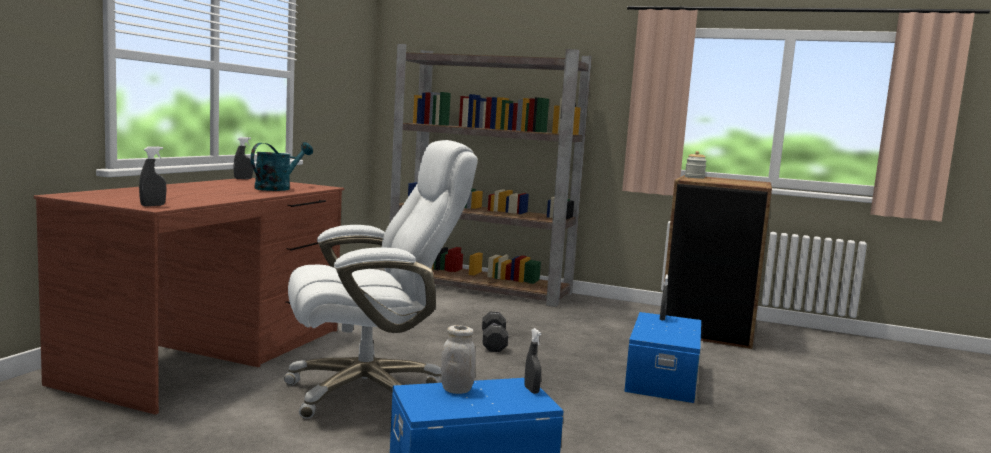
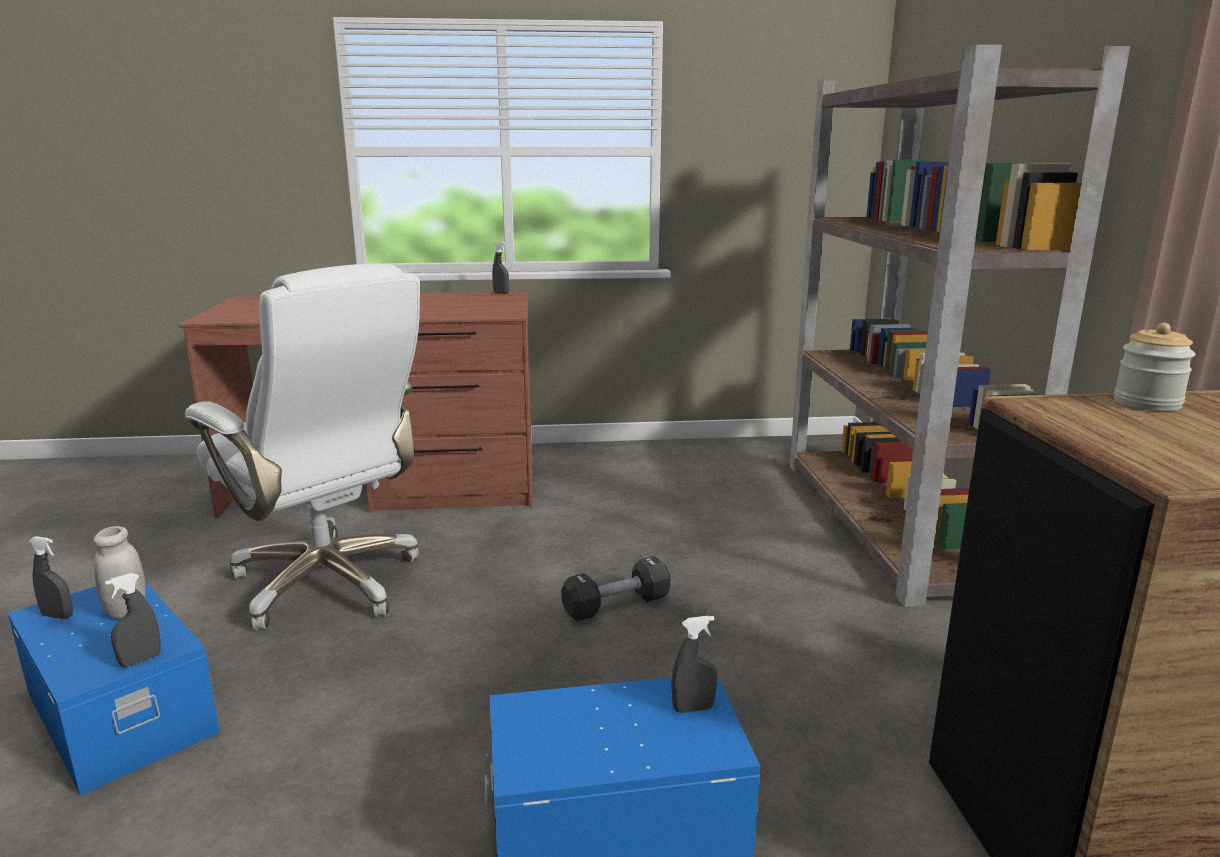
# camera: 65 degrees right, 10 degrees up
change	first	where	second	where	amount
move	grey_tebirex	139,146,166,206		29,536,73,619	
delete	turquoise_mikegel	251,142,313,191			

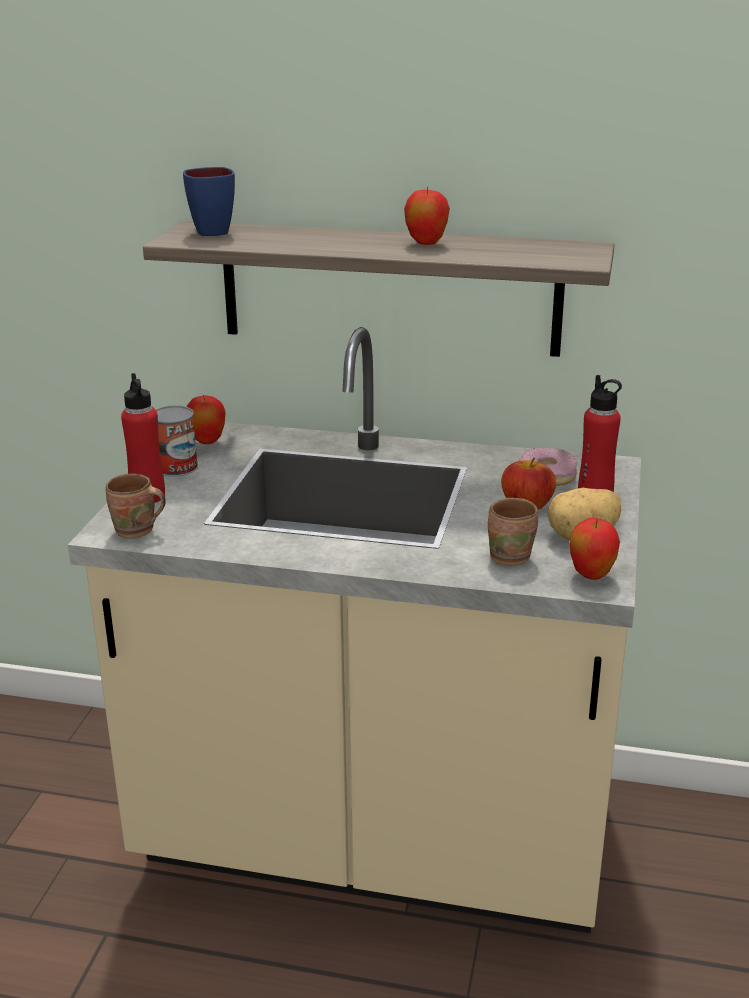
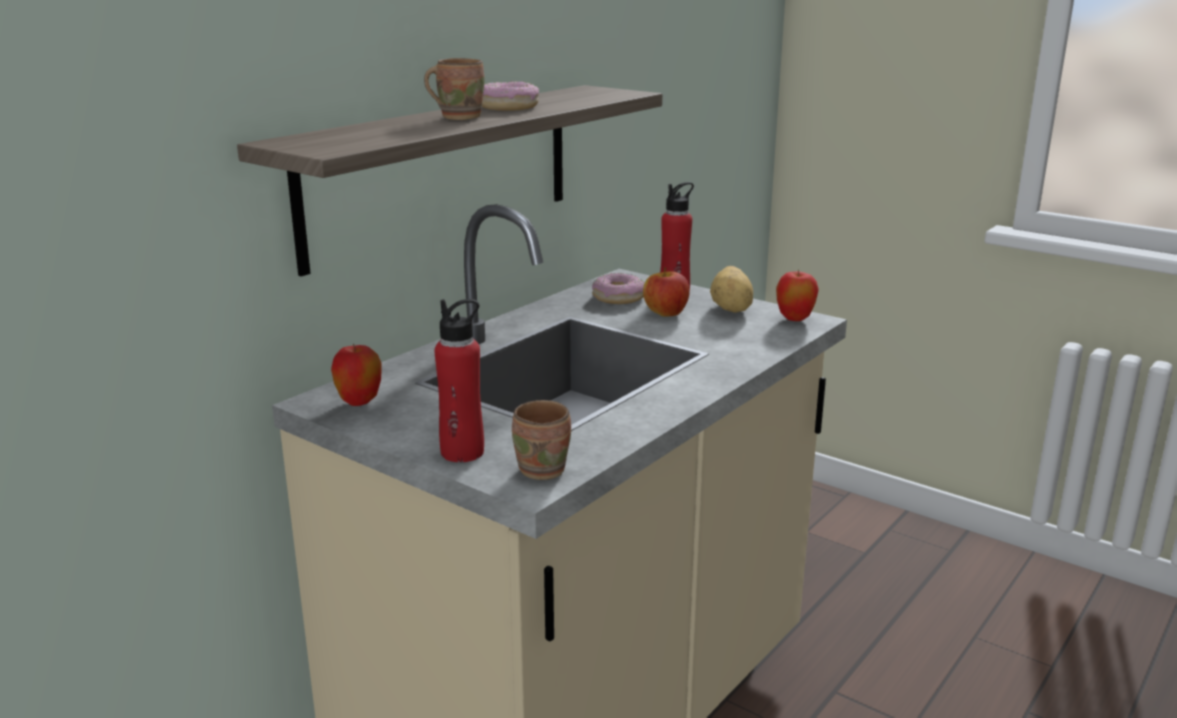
# camera: 65 degrees left, 5 degrees down
change	first	where	second	where	amount
delete	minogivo	156,405,198,477			
delete	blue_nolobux	183,167,235,236			
replace	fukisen	404,187,450,245	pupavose	482,81,539,111	
move	brown_nolobux	488,498,538,566		424,58,485,120	

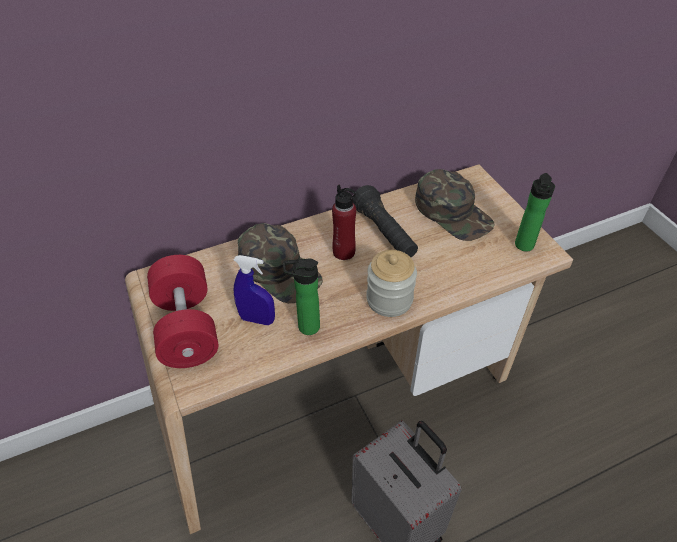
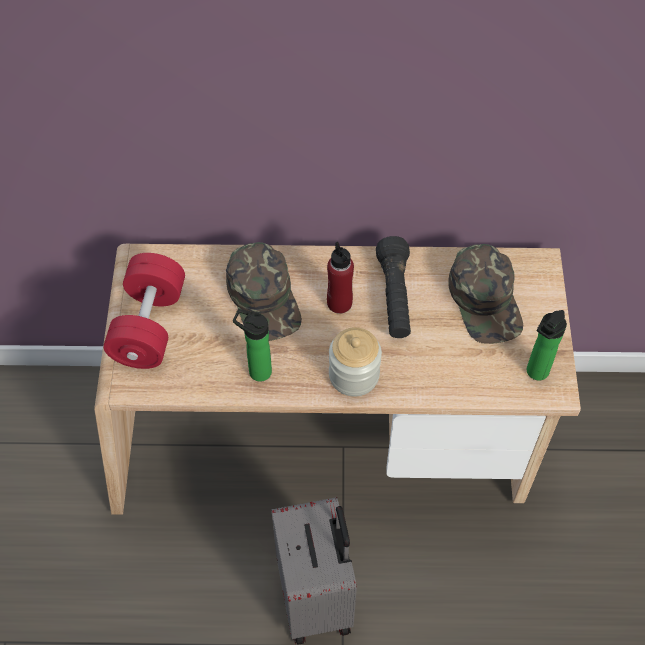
# camera: 25 degrees right, 10 degrees up
change	first	where	second	where	amount
delete	blue_tebirex	234,255,275,325			

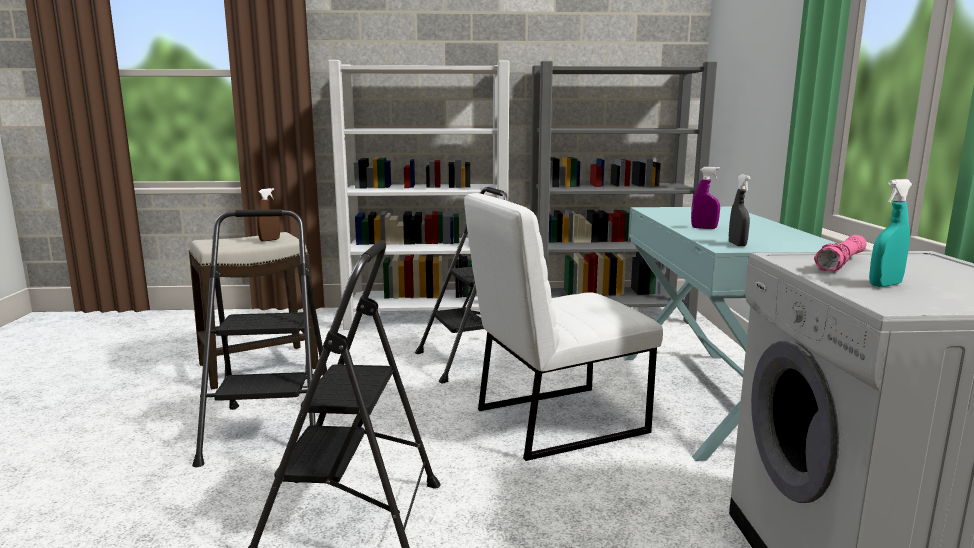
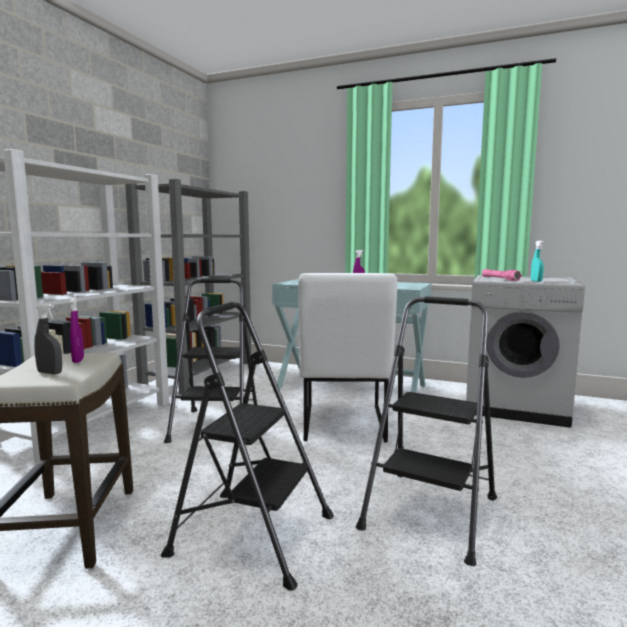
# camera: 65 degrees left, 5 degrees down
change	first	where	second	where	amount
recolor	brown_tebirex	257,188,280,242	purple_tebirex	70,296,84,363	
move	grey_tebirex	729,175,751,246		34,304,62,374	

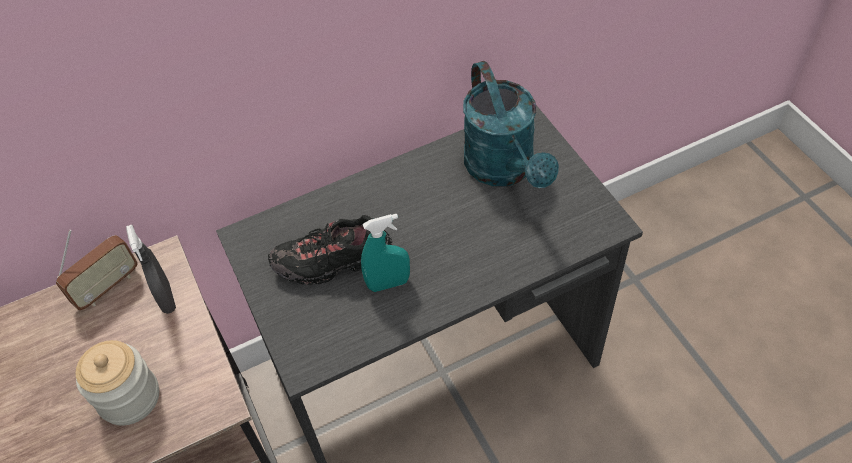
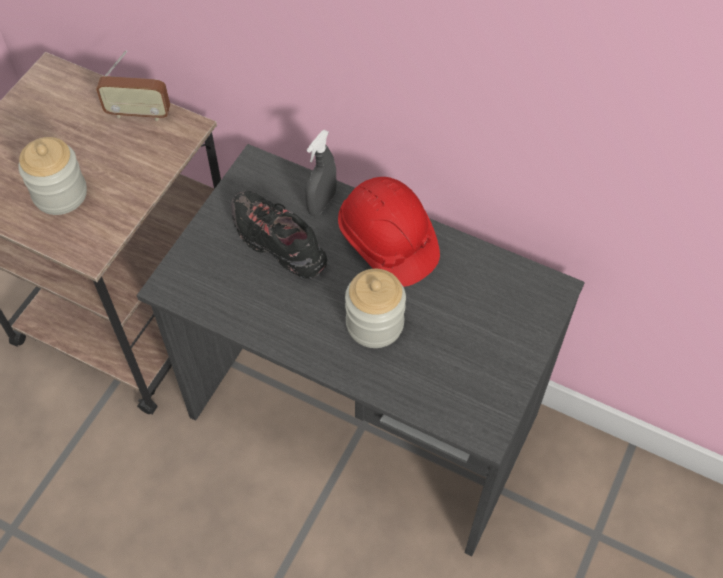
# camera: 50 degrees right, 5 degrees up
change	first	where	second	where	amount
move	grey_tebirex	126,225,176,314		305,130,337,216	
delete	turquoise_tebirex	361,214,410,292			
delete	turquoise_mikegel	463,61,559,188			
insert			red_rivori	338,177,440,287	
insert			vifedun	345,269,406,348	

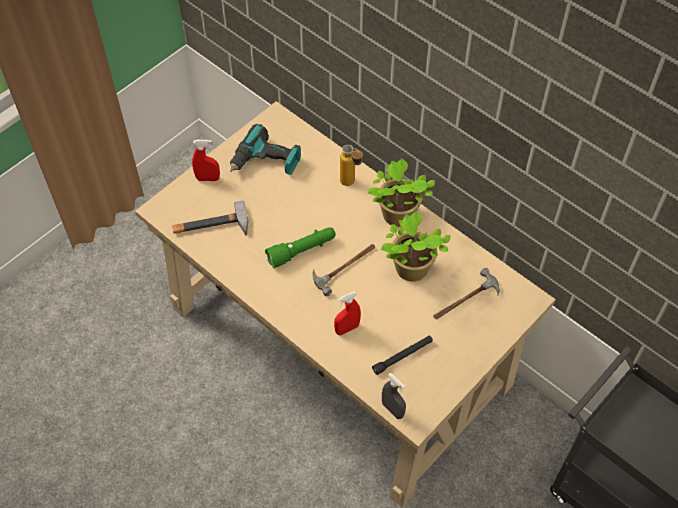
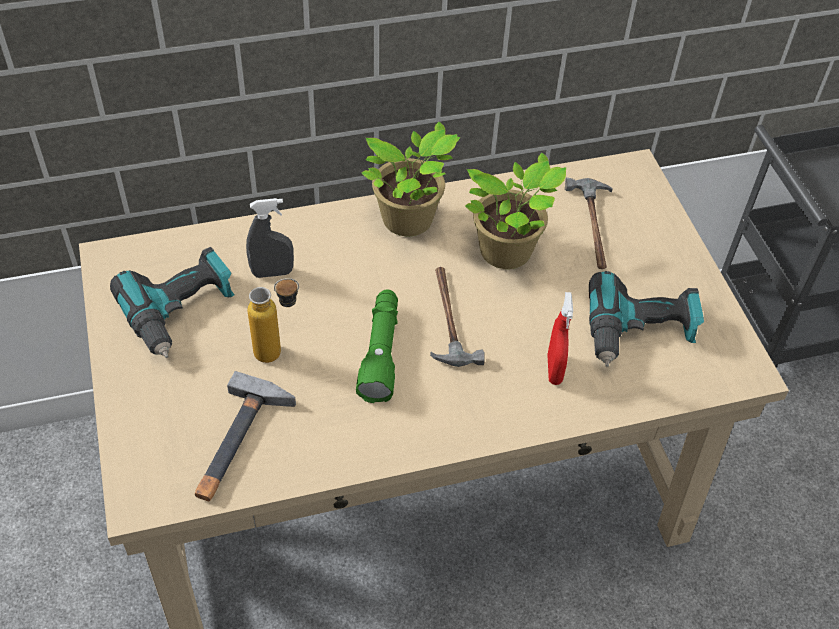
# camera: 60 degrees left, 5 degrees down
change	first	where	second	where	amount
delete	red_tebirex	192,140,220,181			
move	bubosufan	340,145,363,186		247,278,299,363	
replace	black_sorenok	372,336,433,375	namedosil	589,271,704,367	
move	grey_tebirex	382,373,406,419		246,198,294,278	

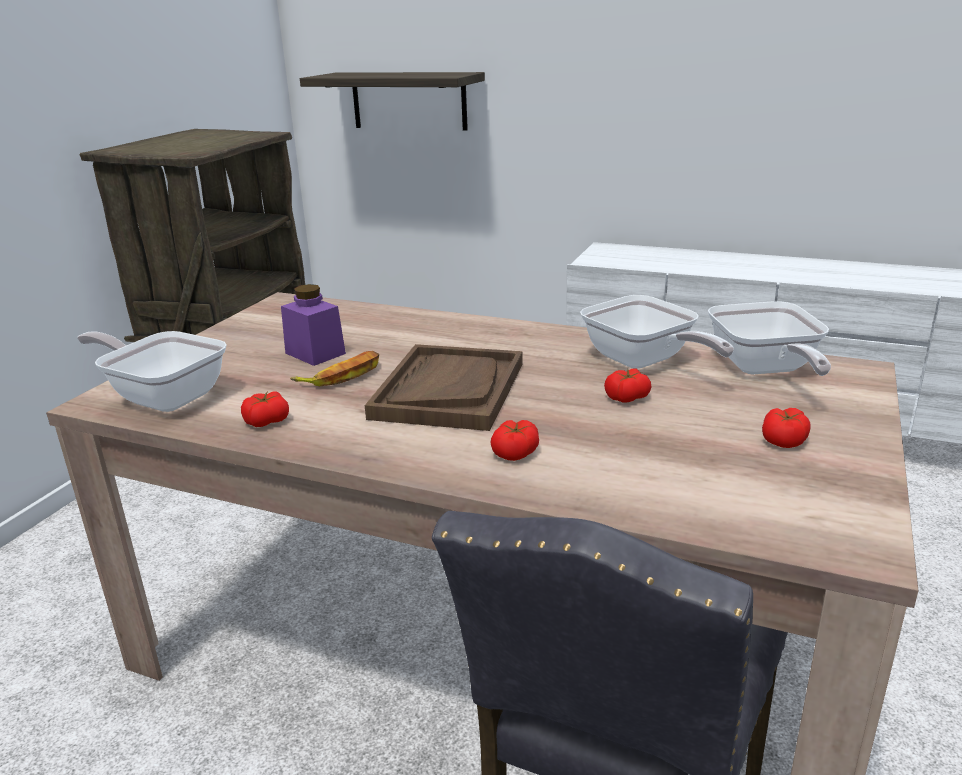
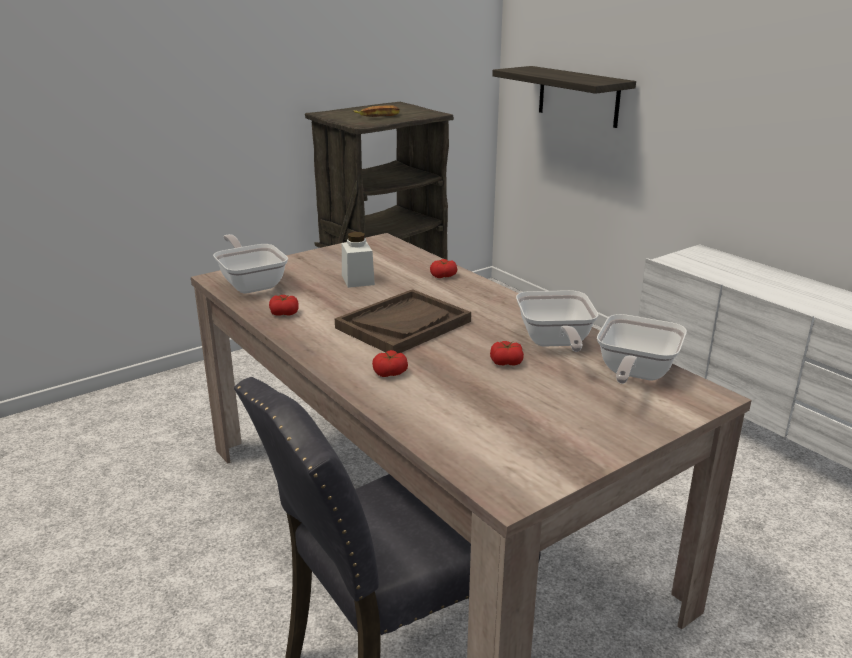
# camera: 30 degrees right, 0 degrees up
change	first	where	second	where	amount
recolor	purple_vifedun	281,284,346,366	white_vifedun	342,232,375,288	
move	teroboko	290,351,379,386		353,106,400,117	
move	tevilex	762,408,811,448		430,259,457,278	

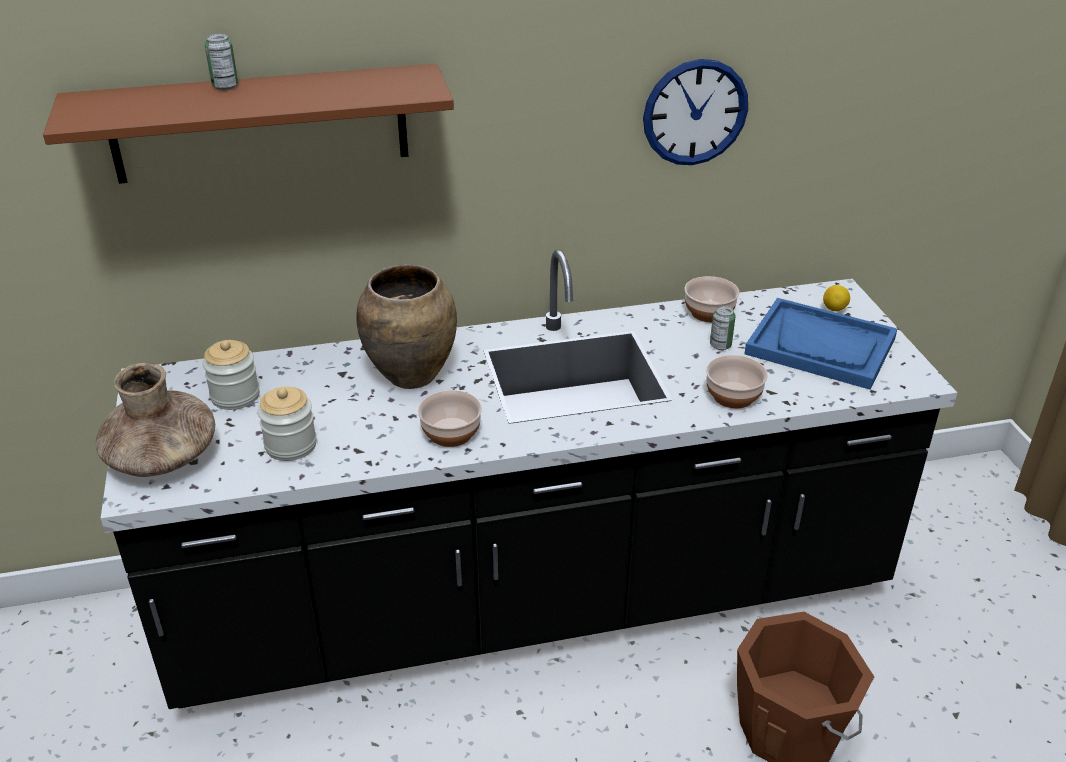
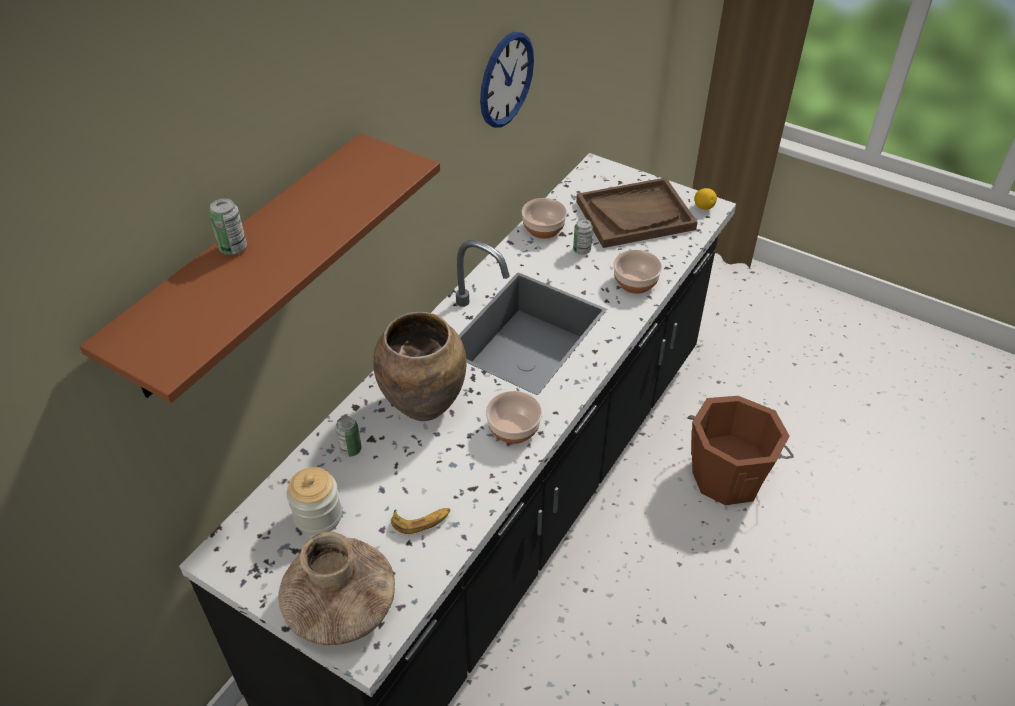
# camera: 45 degrees left, 10 degrees up
change	first	where	second	where	amount
replace	vifedun	258,387,317,461	teroboko	391,508,450,534	
recolor	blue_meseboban	745,298,897,390	brown_meseboban	576,178,698,248	
move	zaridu	823,285,850,311		694,188,717,210	
insert			minogivo	335,416,362,457	

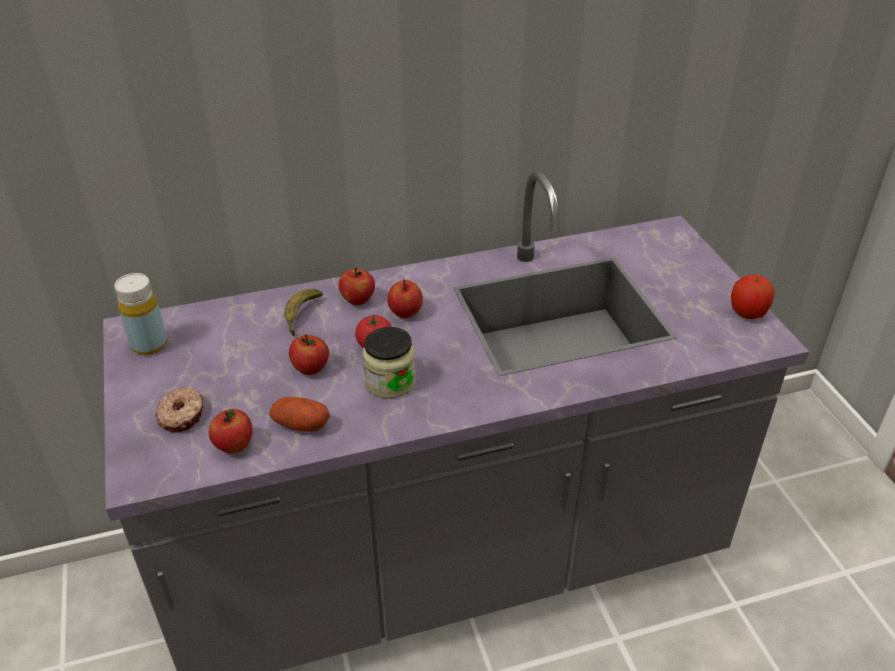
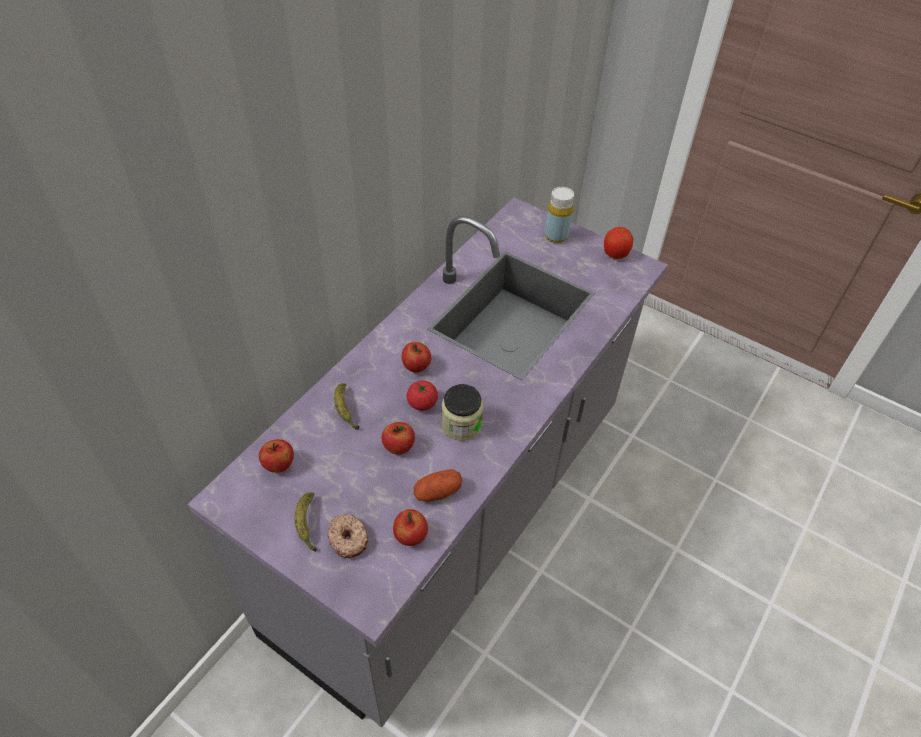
# camera: 40 degrees left, 10 degrees up
change	first	where	second	where	amount
move	yellow_bubosufan	115,273,167,355		545,187,574,243	
move	fukisen	339,267,375,305		259,439,294,473	
insert			teroboko	295,492,317,552	

